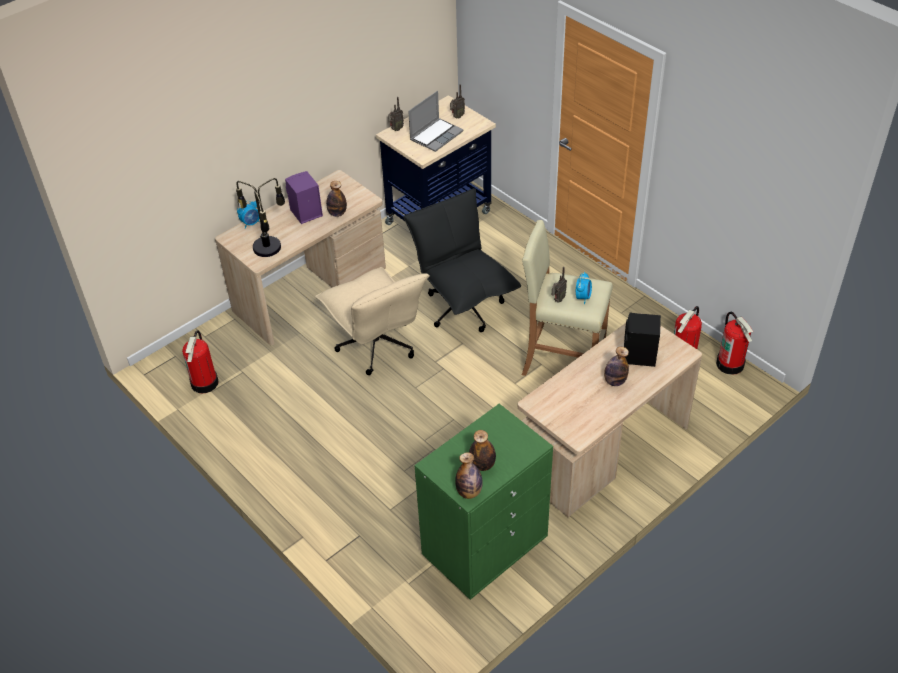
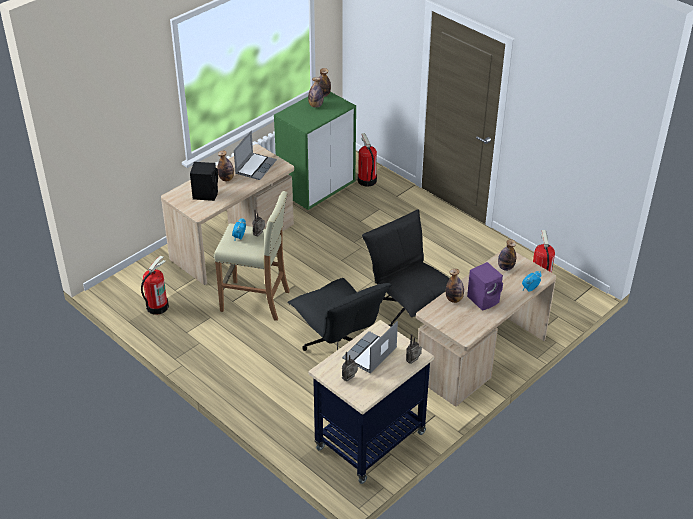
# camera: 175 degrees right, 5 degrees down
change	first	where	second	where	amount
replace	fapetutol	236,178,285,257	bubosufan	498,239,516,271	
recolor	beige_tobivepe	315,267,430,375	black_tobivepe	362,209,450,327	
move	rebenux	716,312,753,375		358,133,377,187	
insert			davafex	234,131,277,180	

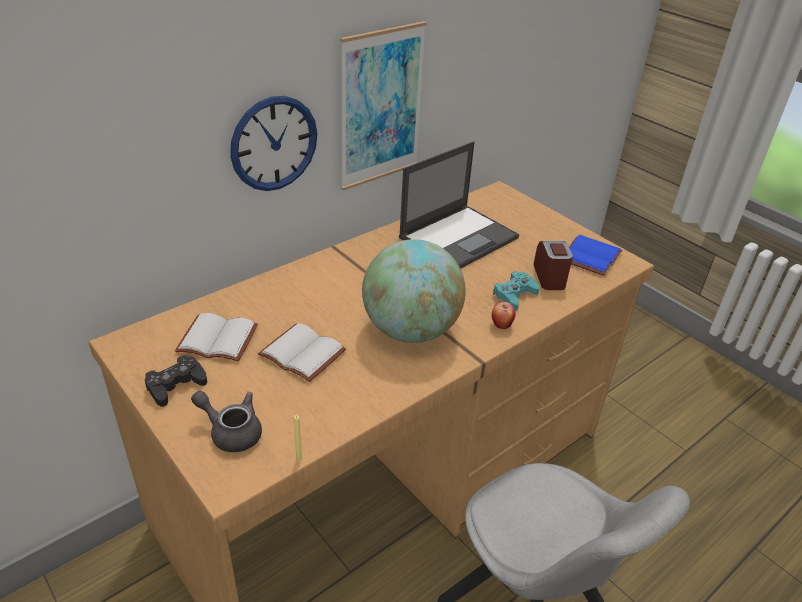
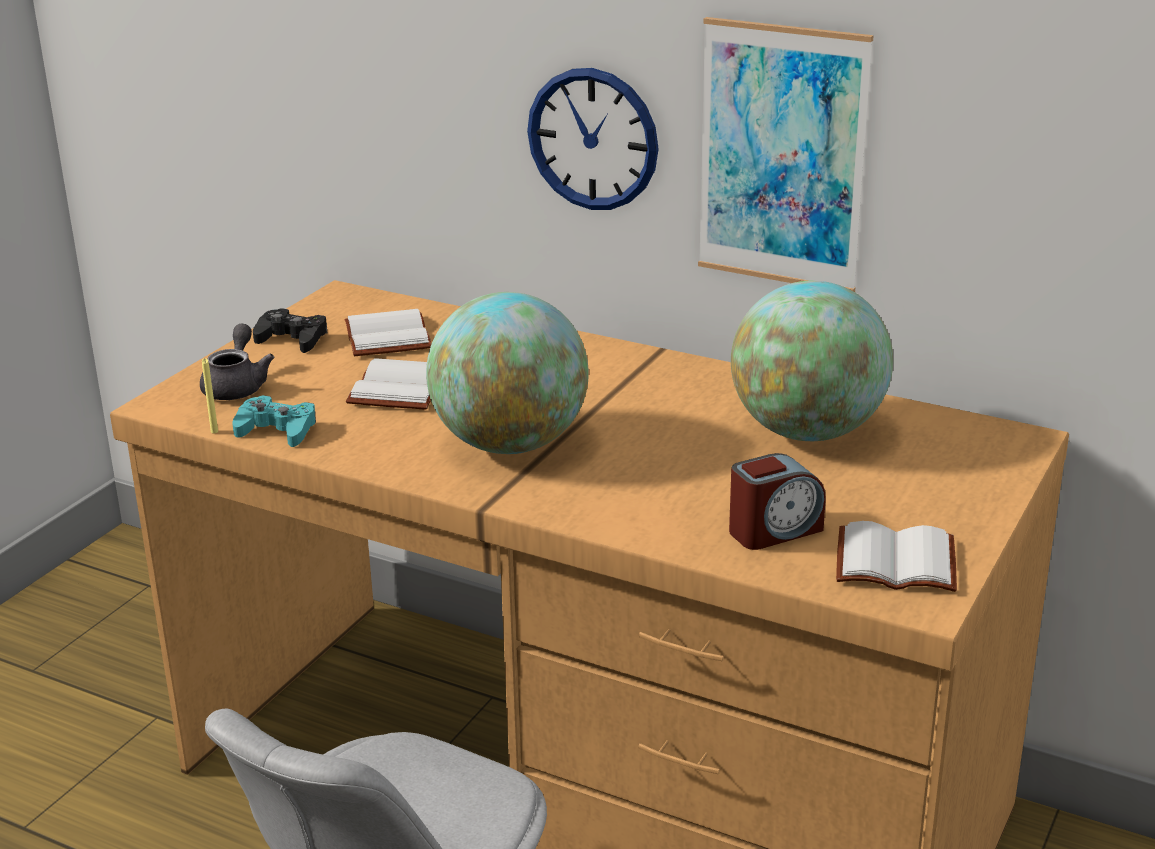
# camera: 70 degrees right, 10 degrees down
change	first	where	second	where	amount
replace	davafex	399,141,519,269	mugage	731,280,893,441	
delete	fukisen	492,302,516,329			
move	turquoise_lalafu	493,271,540,311		232,395,316,447	
recolor	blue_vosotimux	569,235,622,276	white_vosotimux	836,521,957,592	

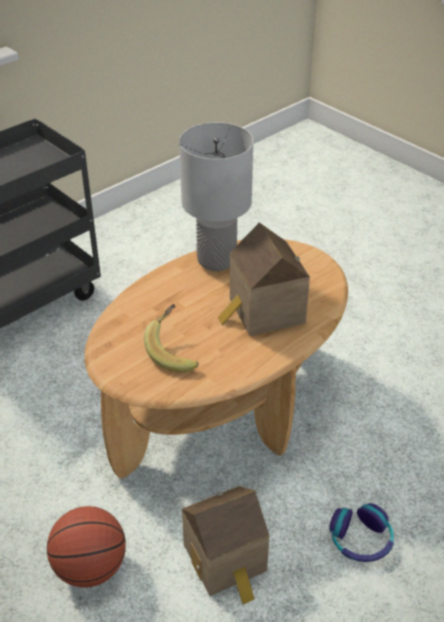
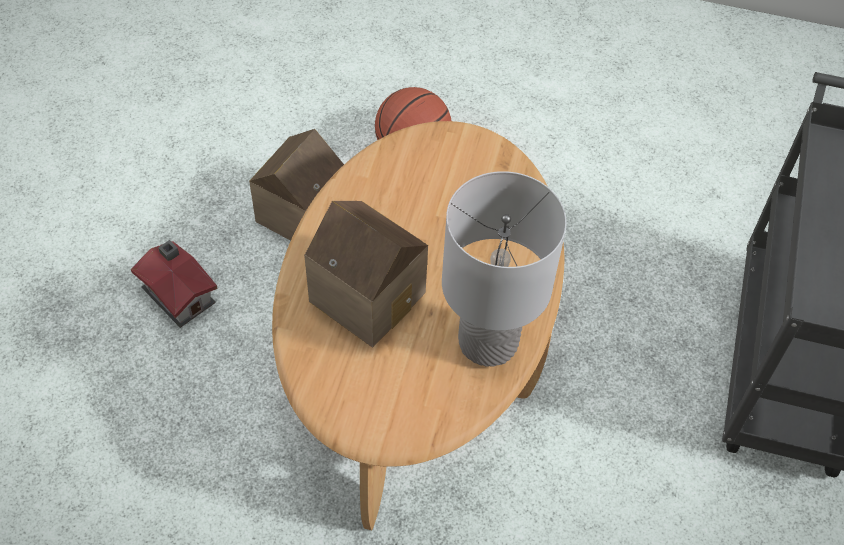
# camera: 145 degrees right, 15 degrees up
change	first	where	second	where	amount
delete	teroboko	144,304,199,373			
replace	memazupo	329,503,394,562	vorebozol	131,240,218,328	

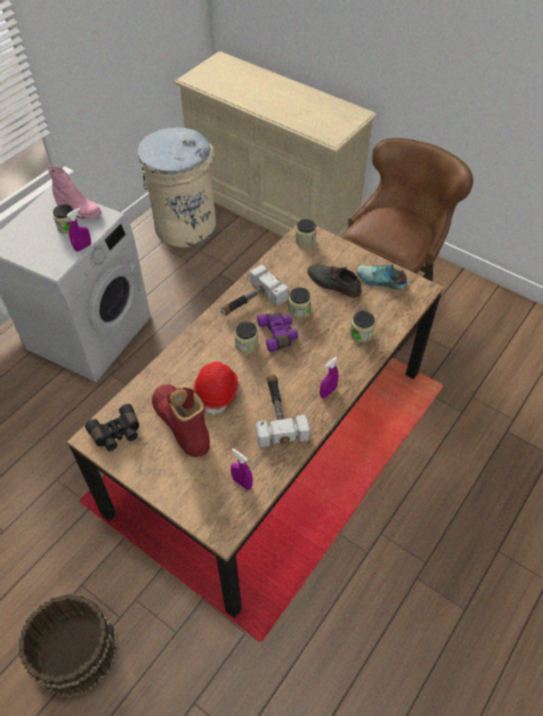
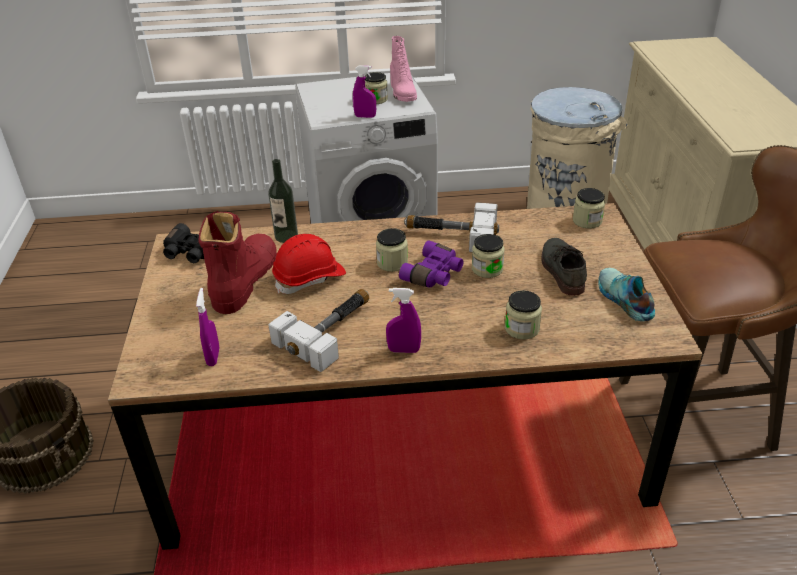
# camera: 50 degrees right, 15 degrees down
change	first	where	second	where	amount
insert			bubosufan	268,159,298,243	

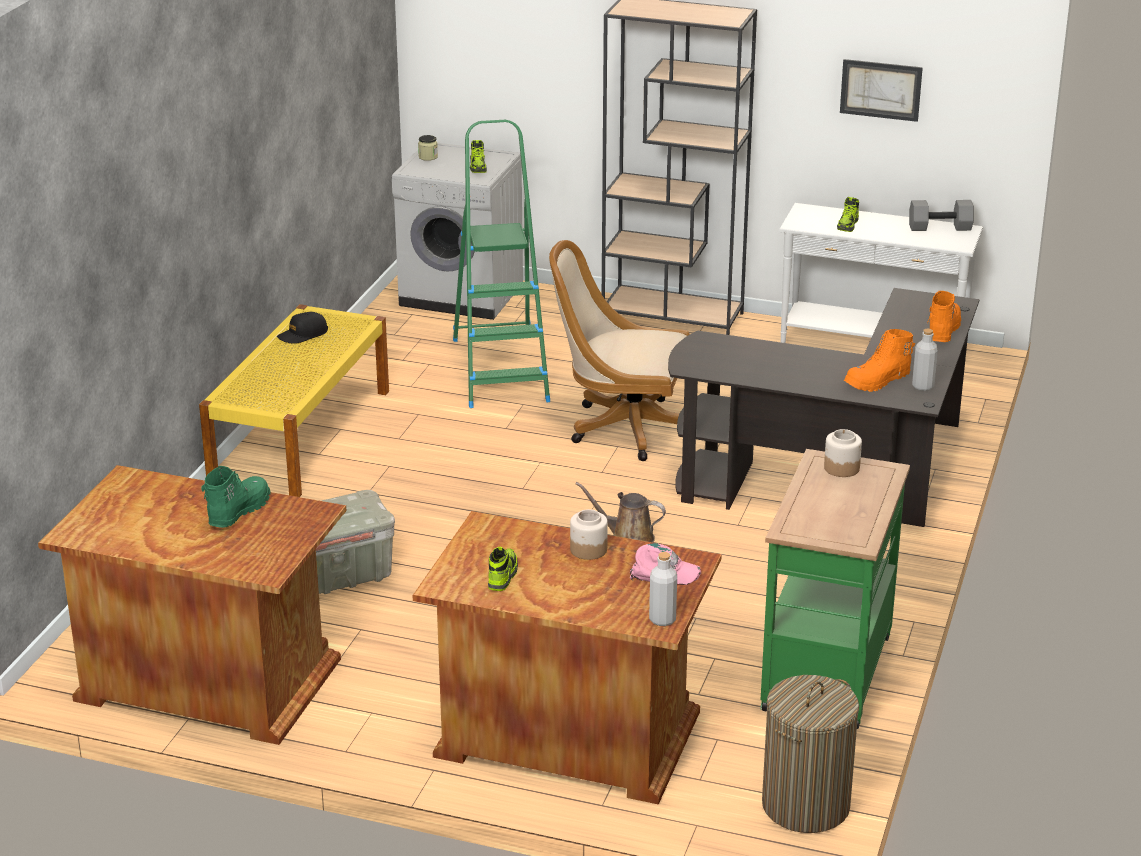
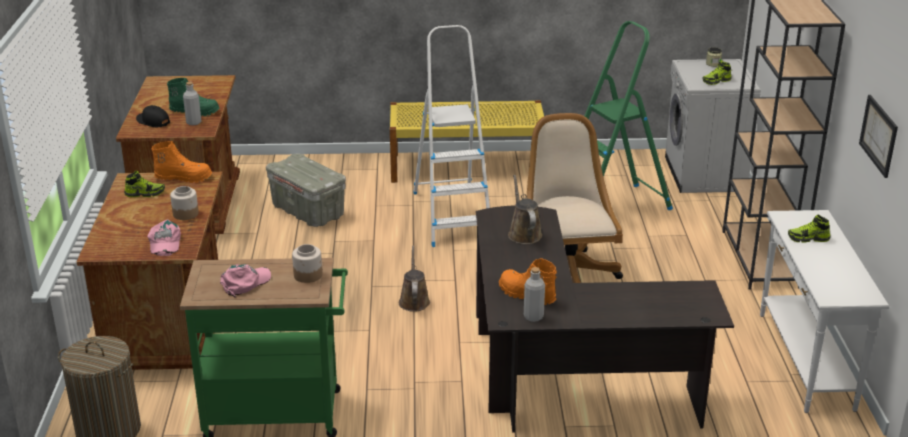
# camera: 70 degrees right, 0 degrees up
change	first	where	second	where	amount
move	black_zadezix	277,312,328,344		136,105,170,127	
move	grey_bubosufan	649,552,677,626		183,82,202,125	
delete	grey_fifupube	909,200,974,231			
move	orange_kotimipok	926,291,961,342		152,141,212,183	
insert			pink_zadezix	220,264,271,298	
insert			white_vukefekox	413,25,490,247	
insert			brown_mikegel	508,175,542,244	

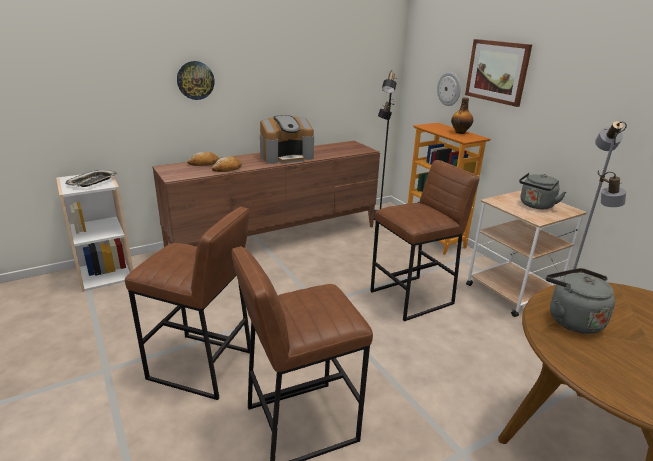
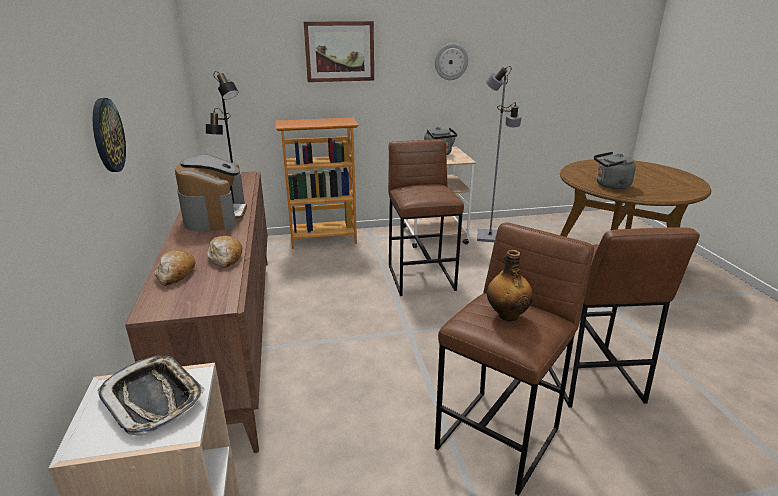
# camera: 70 degrees left, 0 degrees up
change	first	where	second	where	amount
move	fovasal	437,72,461,106		435,43,468,80	
move	bubosufan	451,97,473,134		487,250,533,322	

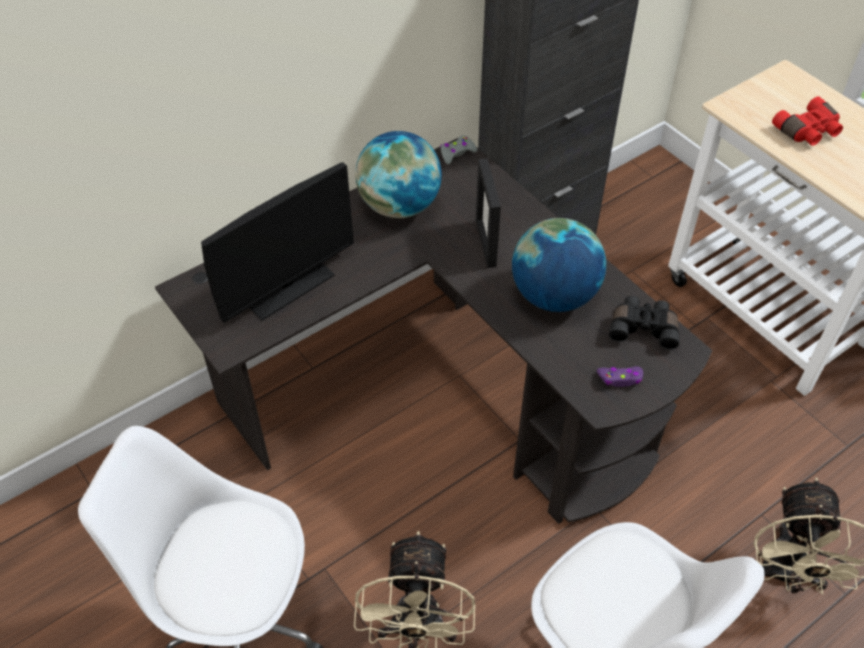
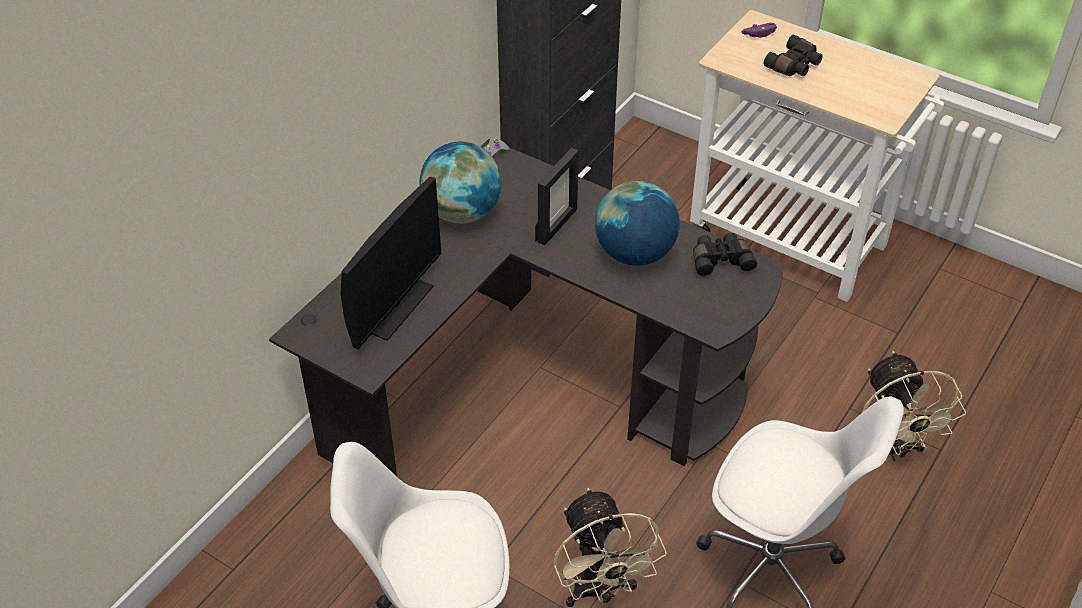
# camera: 20 degrees left, 5 degrees down
change	first	where	second	where	amount
rotate	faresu	476,158,501,268		535,148,579,245	120 degrees counterclockwise
move	purple_lalafu	597,366,643,387		742,23,777,38	
recolor	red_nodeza	772,96,843,146	black_nodeza	764,35,823,76	

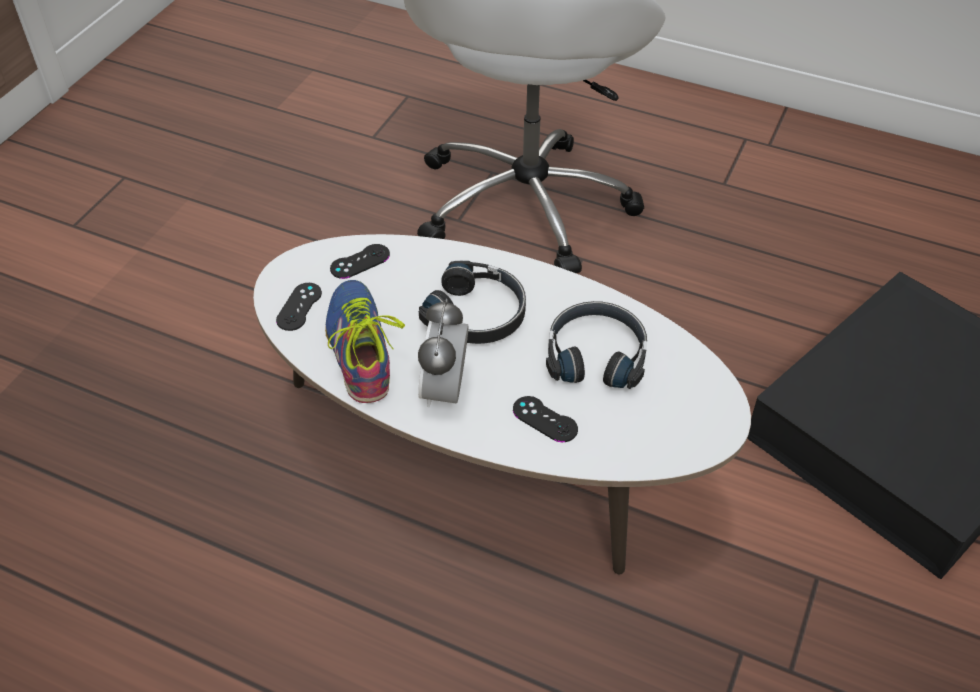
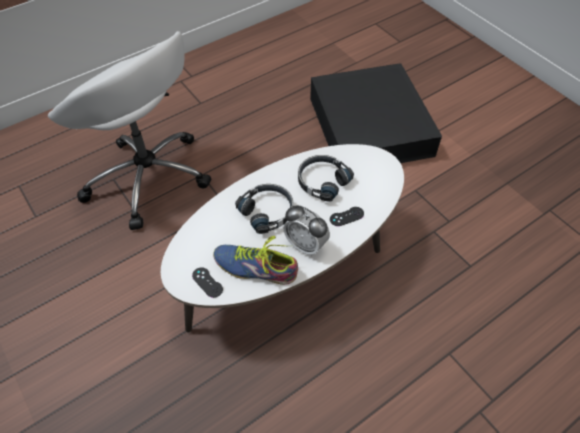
# camera: 60 degrees left, 5 degrees up
change	first	where	second	where	amount
delete	black_lalafu	330,244,390,279			

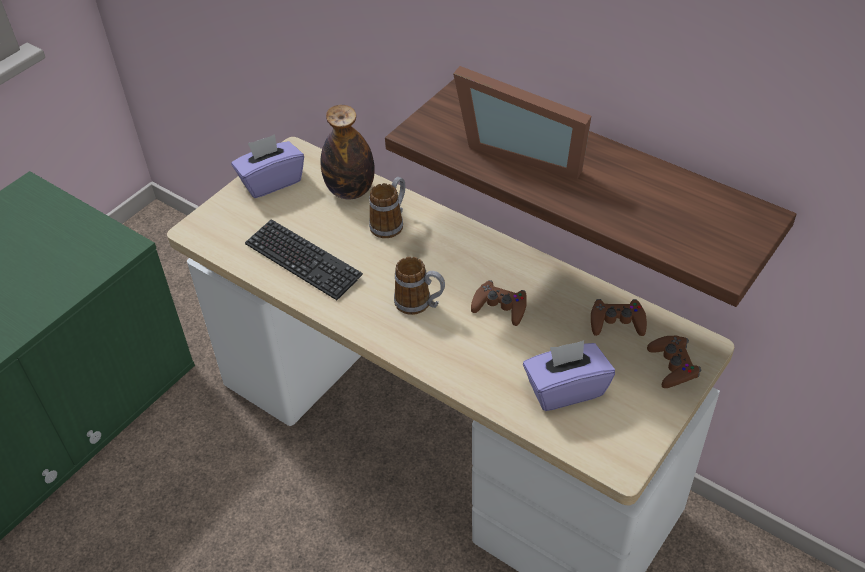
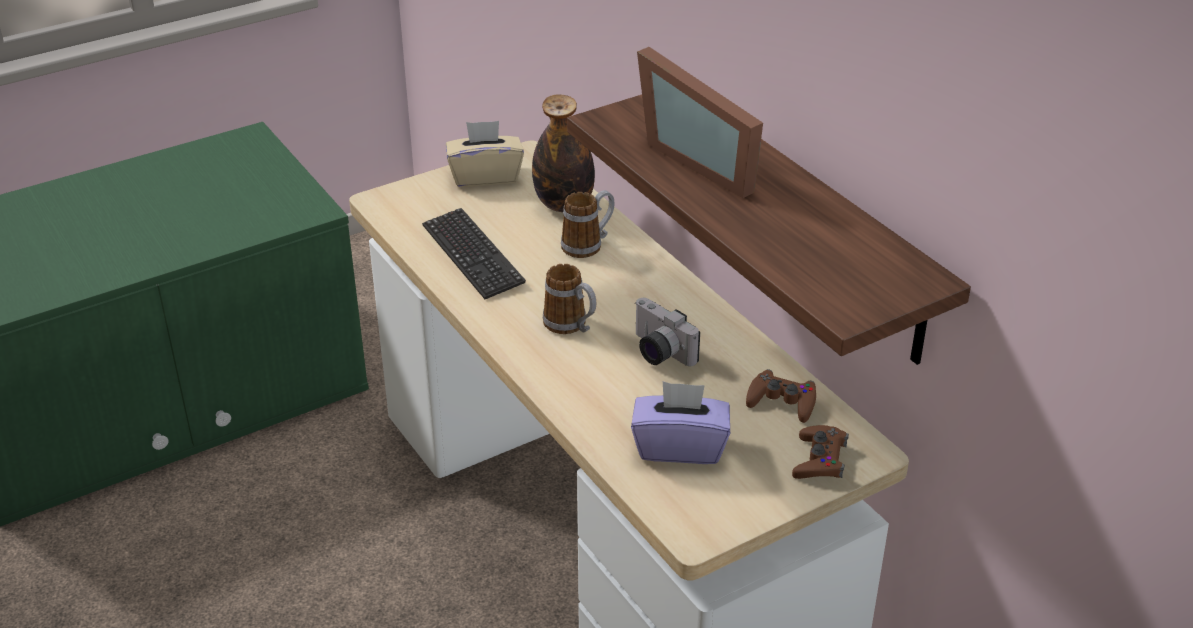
# camera: 20 degrees right, 10 degrees down
change	first	where	second	where	amount
recolor	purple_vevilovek	231,134,304,198	beige_vevilovek	446,121,524,187	
replace	brown_lalafu	471,280,527,326	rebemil	635,298,700,366	

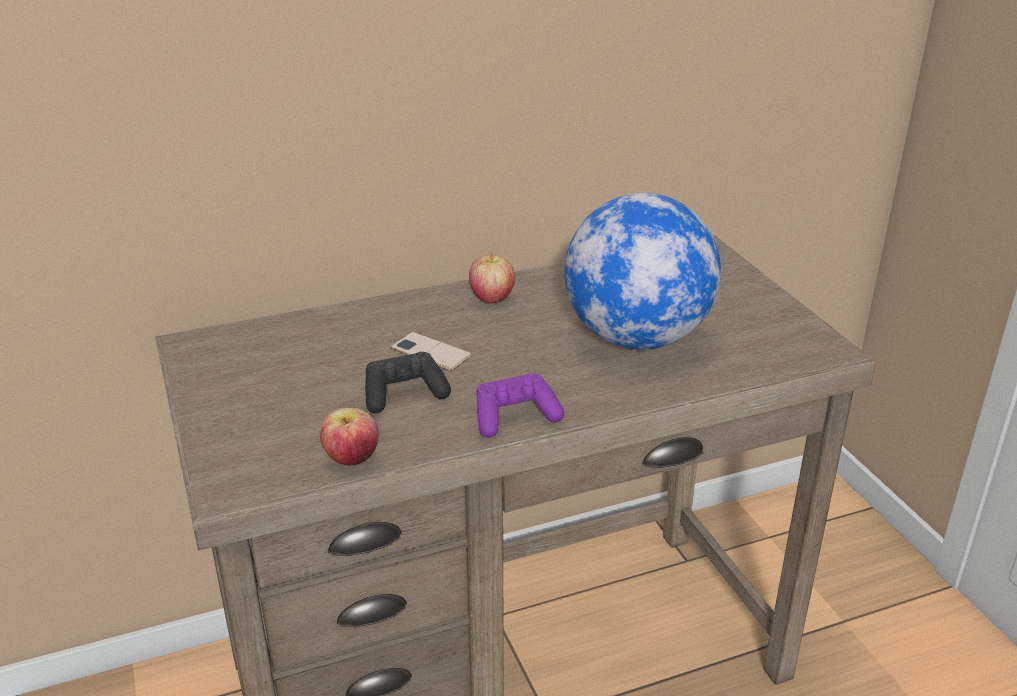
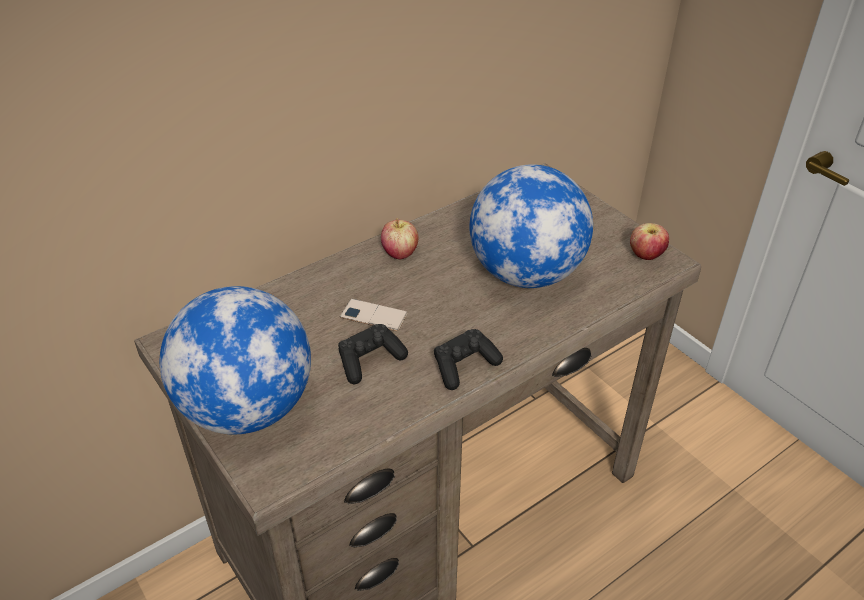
# camera: 15 degrees left, 10 degrees up
change	first	where	second	where	amount
move	fukisen	320,408,378,466		630,223,669,260	
recolor	purple_lalafu	476,373,564,438	black_lalafu	434,329,503,390	
insert			mugage	160,286,311,435	

